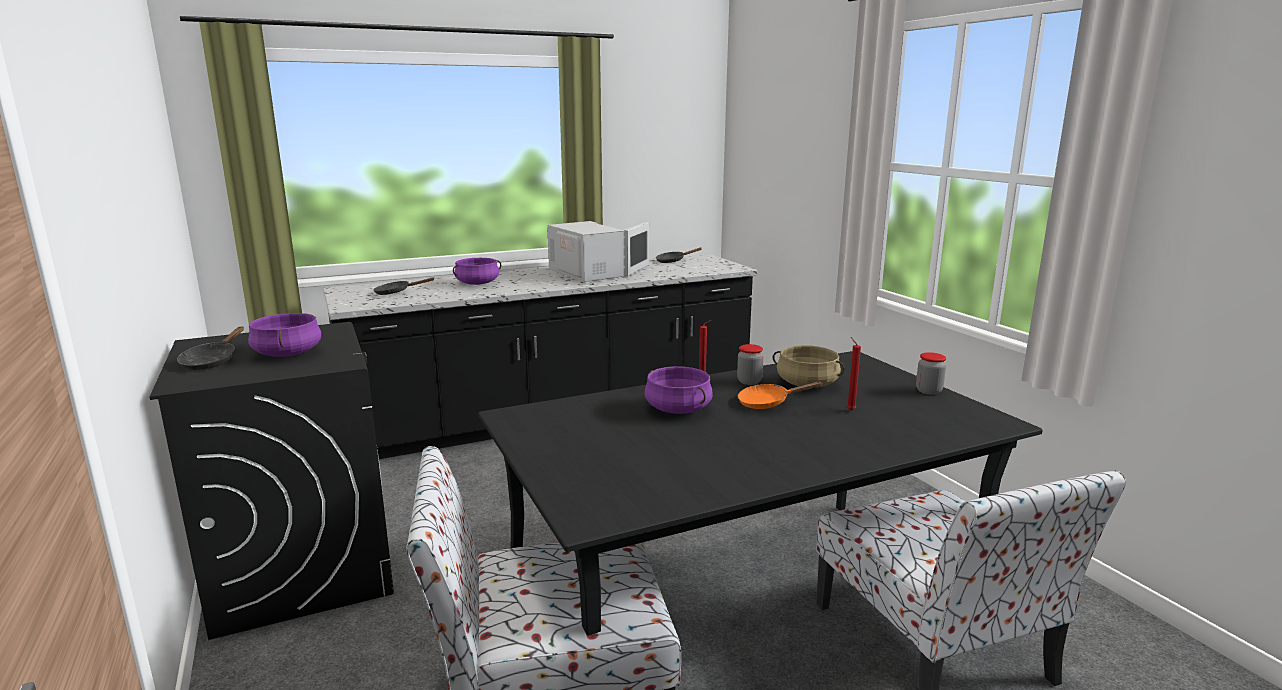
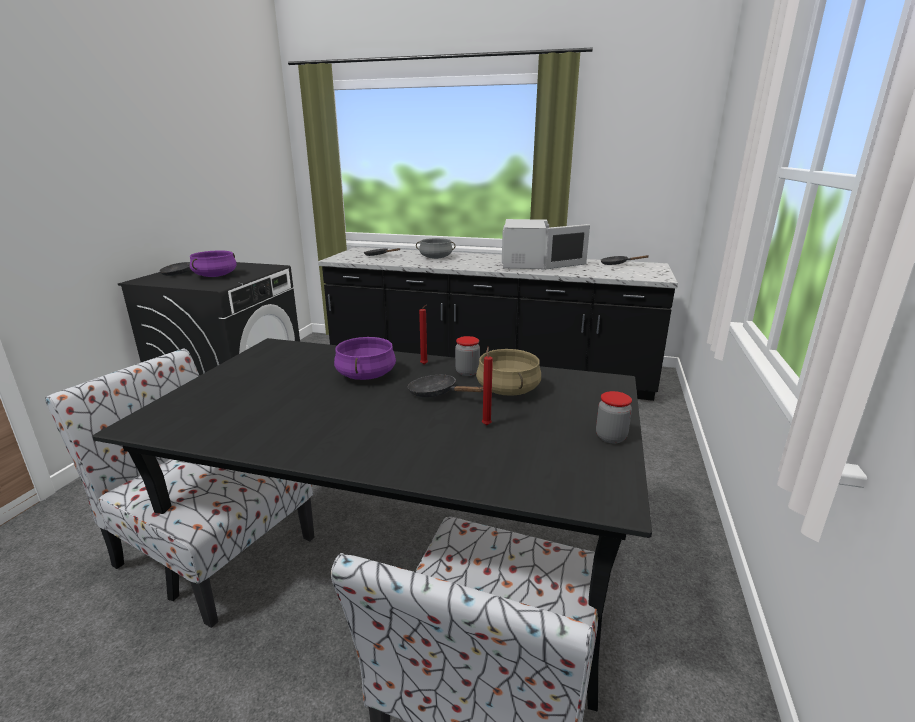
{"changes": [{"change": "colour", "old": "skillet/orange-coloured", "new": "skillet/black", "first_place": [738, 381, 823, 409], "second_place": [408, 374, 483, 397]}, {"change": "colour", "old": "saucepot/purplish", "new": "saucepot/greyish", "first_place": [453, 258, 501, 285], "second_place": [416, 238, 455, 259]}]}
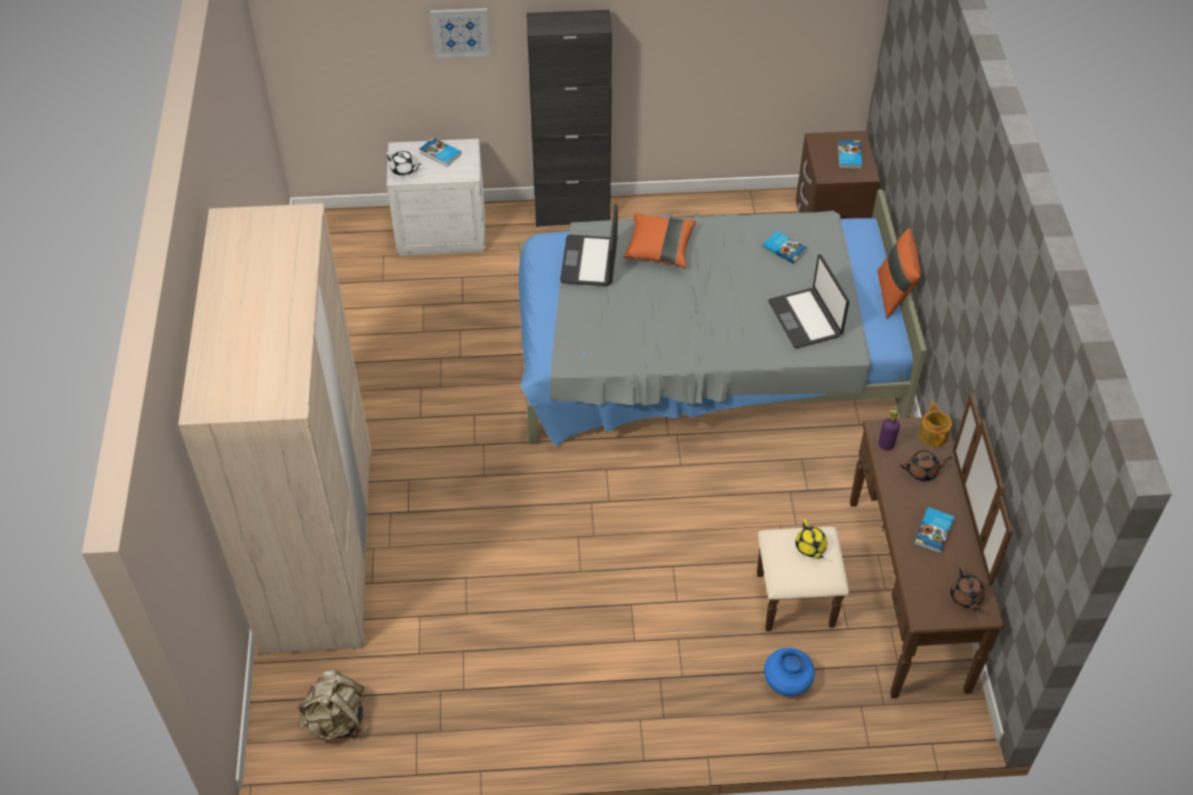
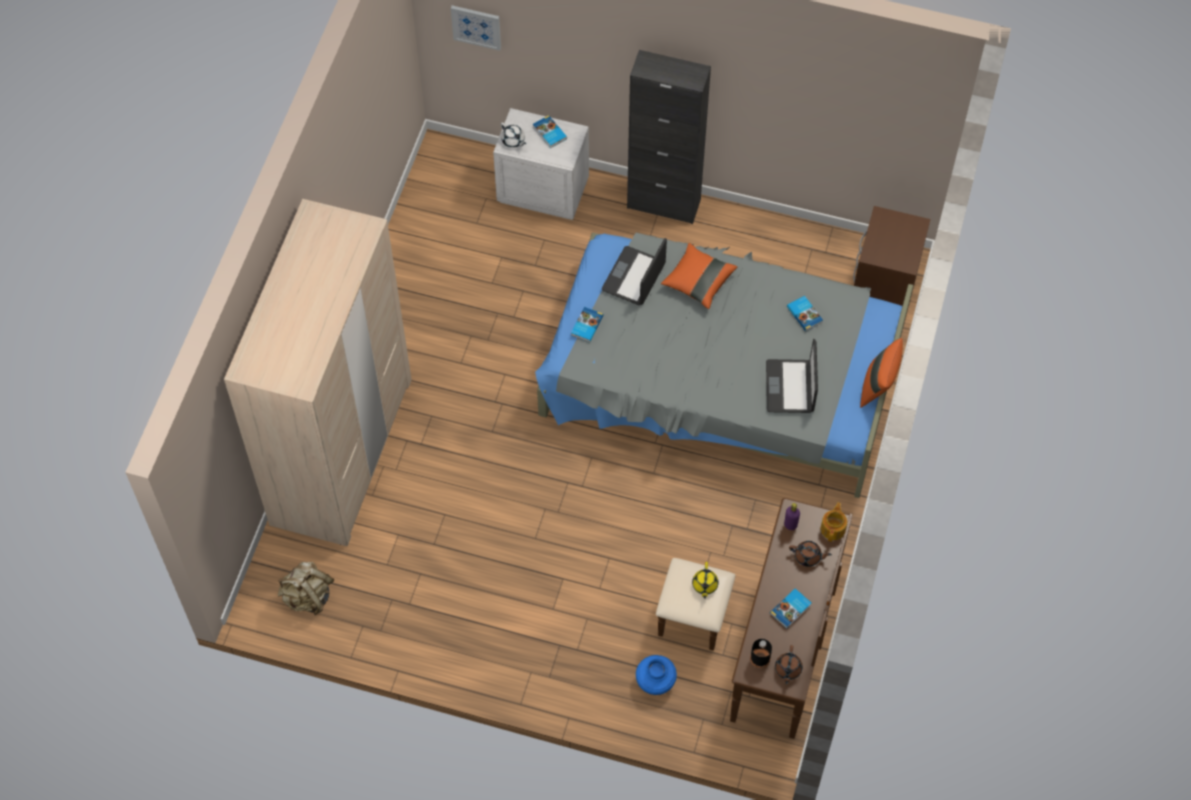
{"changes": [{"change": "relocated", "old": "wall picture", "first_place": [430, 8, 490, 59], "second_place": [451, 5, 501, 51]}, {"change": "relocated", "old": "volume", "first_place": [838, 140, 863, 169], "second_place": [571, 307, 604, 343]}, {"change": "appeared", "new": "bottle/black", "second_place": [750, 639, 772, 668]}]}
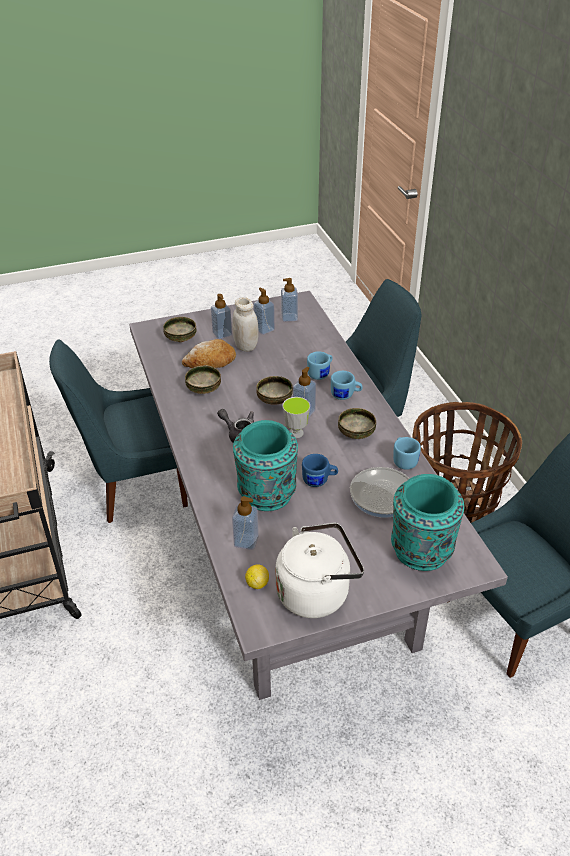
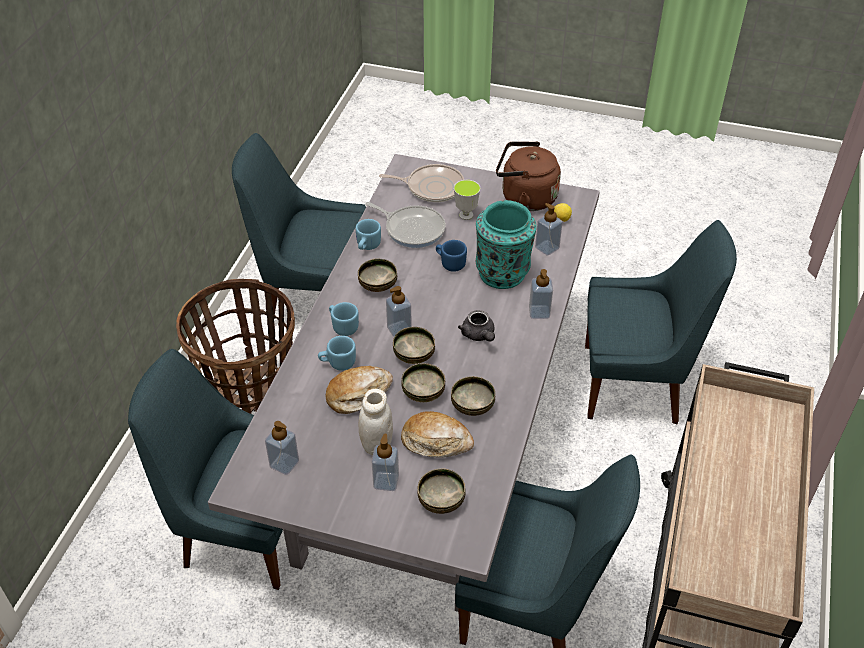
{"changes": [{"change": "appeared", "new": "baked bread", "second_place": [325, 366, 393, 414]}, {"change": "exchanged", "old": "vase/turquoise-coloured", "new": "skillet", "first_place": [391, 474, 464, 571], "second_place": [379, 164, 464, 202]}, {"change": "appeared", "new": "bowl", "second_place": [401, 363, 445, 402]}, {"change": "relocated", "old": "small cup", "first_place": [282, 397, 310, 438], "second_place": [454, 180, 481, 220]}, {"change": "colour", "old": "kettle/white", "new": "kettle/brown-coloured", "first_place": [275, 523, 364, 618], "second_place": [496, 141, 561, 211]}, {"change": "relocated", "old": "soap bottle", "first_place": [253, 287, 275, 335], "second_place": [529, 269, 553, 319]}, {"change": "appeared", "new": "upright chair/blue", "second_place": [585, 220, 737, 424]}]}
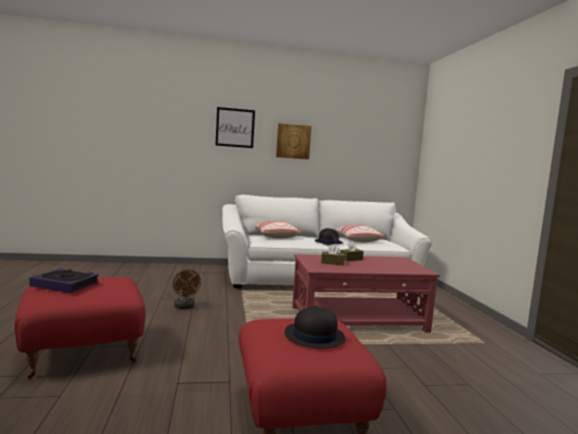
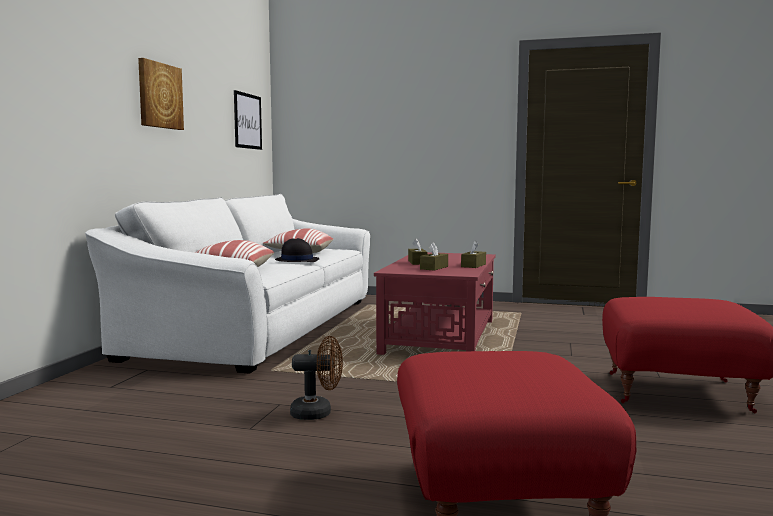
{"changes": [{"change": "relocated", "old": "wall picture", "first_place": [215, 107, 255, 148], "second_place": [234, 90, 262, 150]}, {"change": "appeared", "new": "box of tissues/brown-coloured", "second_place": [461, 241, 486, 268]}, {"change": "missing", "old": "volume", "first_place": [29, 269, 99, 293]}, {"change": "missing", "old": "clothing hat/black", "first_place": [285, 305, 346, 349]}]}
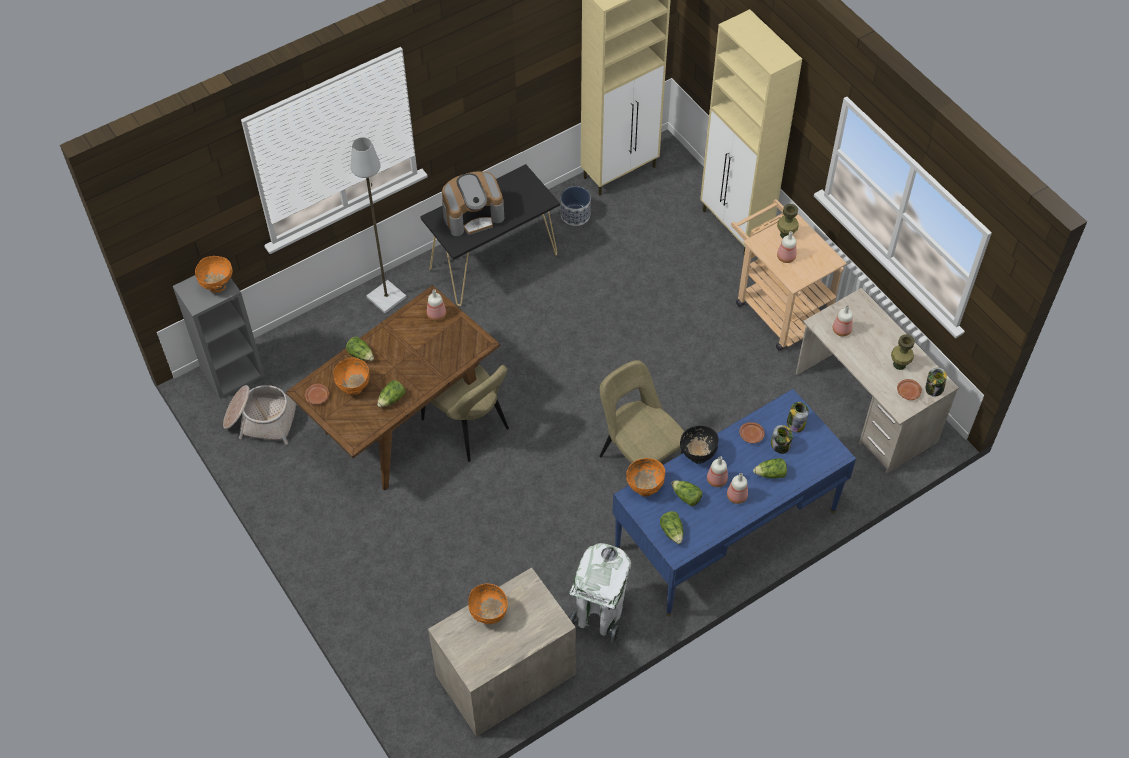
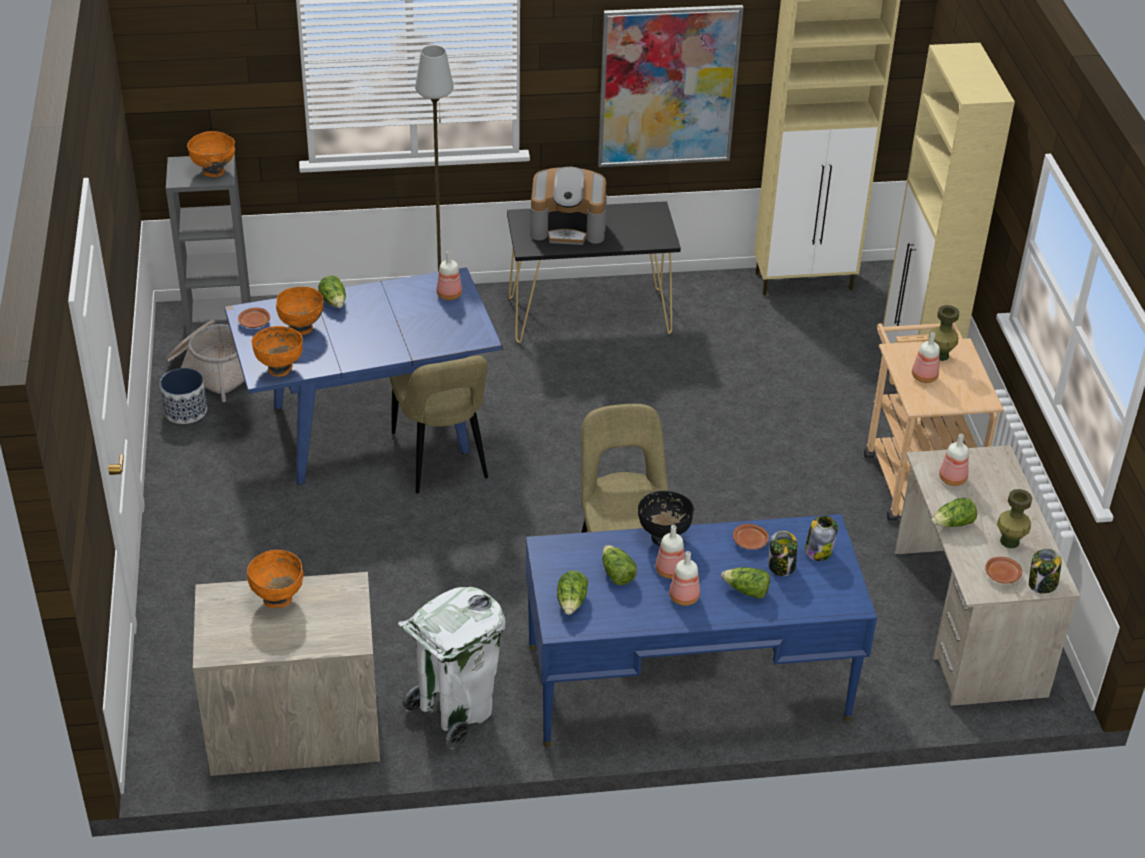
{"changes": [{"change": "relocated", "old": "plant pot", "first_place": [561, 186, 591, 226], "second_place": [160, 368, 207, 424]}, {"change": "colour", "old": "dinner table/brown-coloured", "new": "dinner table/blue", "first_place": [286, 285, 500, 490], "second_place": [224, 267, 502, 485]}, {"change": "relocated", "old": "bowl/orange-coloured", "first_place": [626, 458, 665, 496], "second_place": [251, 326, 303, 377]}, {"change": "appeared", "new": "wall picture", "second_place": [598, 5, 744, 167]}, {"change": "relocated", "old": "lettuce head", "first_place": [377, 380, 405, 407], "second_place": [932, 498, 977, 527]}]}
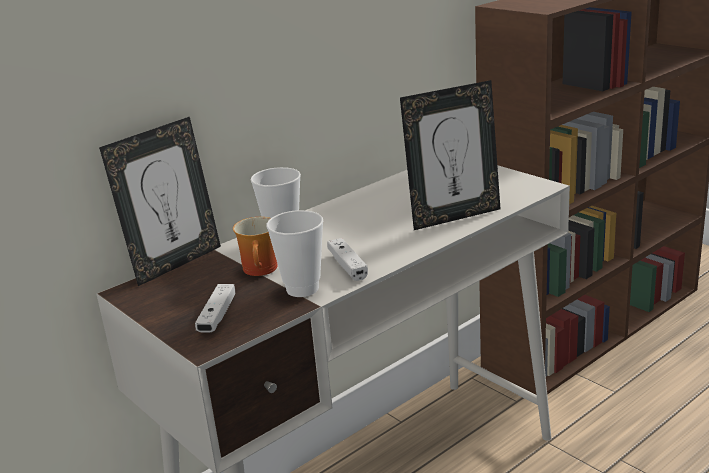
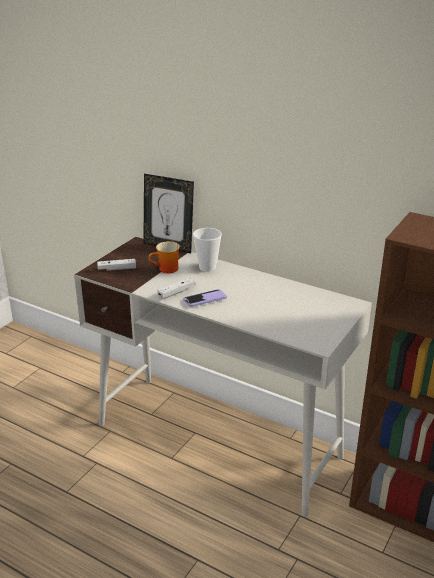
{"changes": [{"change": "appeared", "new": "handset", "second_place": [183, 289, 227, 307]}, {"change": "missing", "old": "small cup", "first_place": [266, 210, 323, 297]}, {"change": "missing", "old": "standing frame", "first_place": [400, 80, 501, 230]}]}
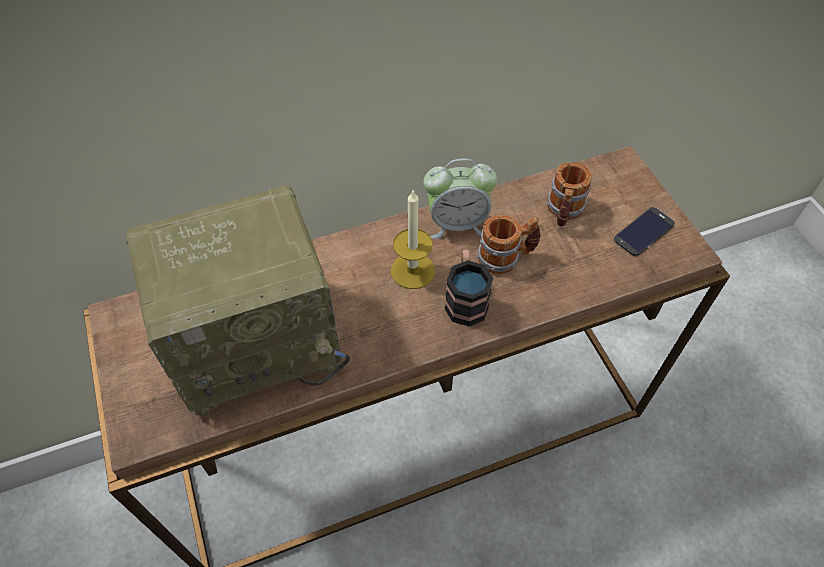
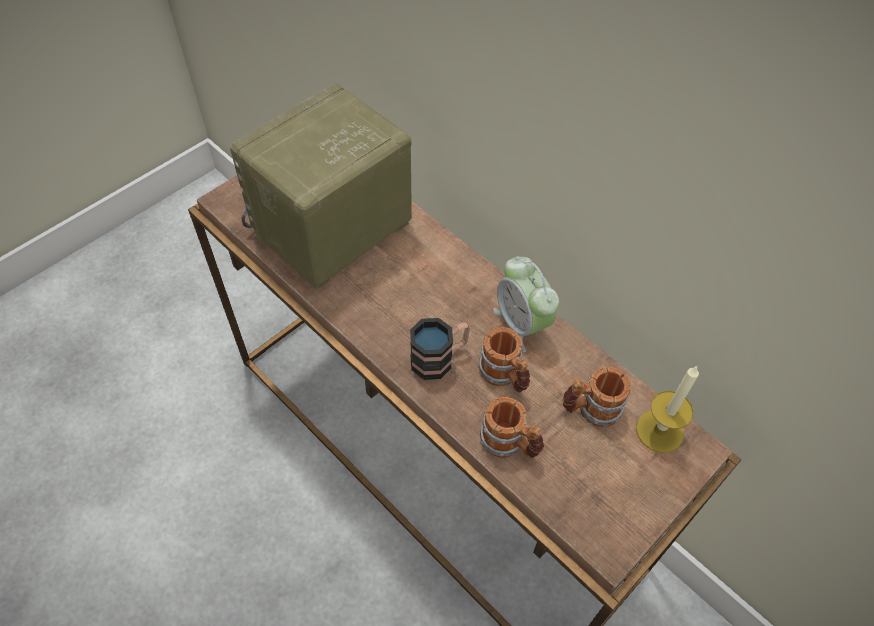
{"changes": [{"change": "spun", "old": "radio", "first_place": [126, 185, 350, 415], "second_place": [230, 83, 412, 290], "degrees": 90}, {"change": "appeared", "new": "coffee mug", "second_place": [480, 397, 544, 458]}, {"change": "relocated", "old": "candle", "first_place": [391, 189, 435, 289], "second_place": [636, 366, 699, 453]}, {"change": "missing", "old": "handset", "first_place": [614, 207, 675, 256]}]}
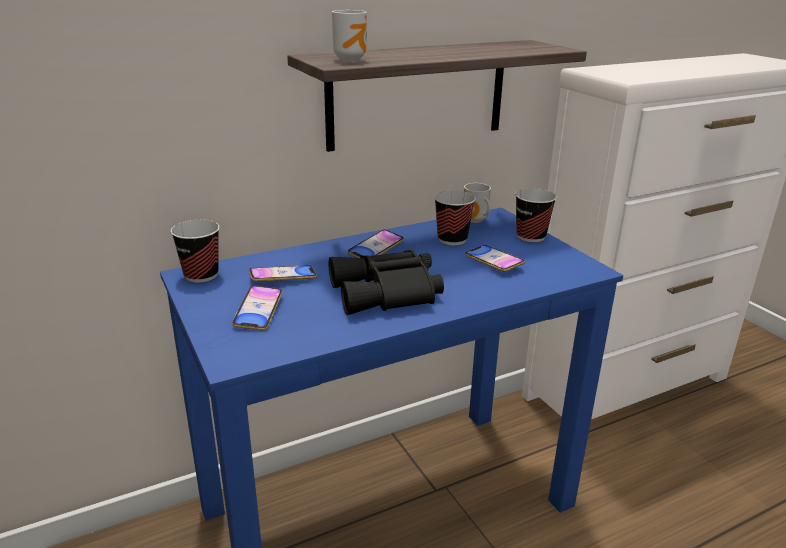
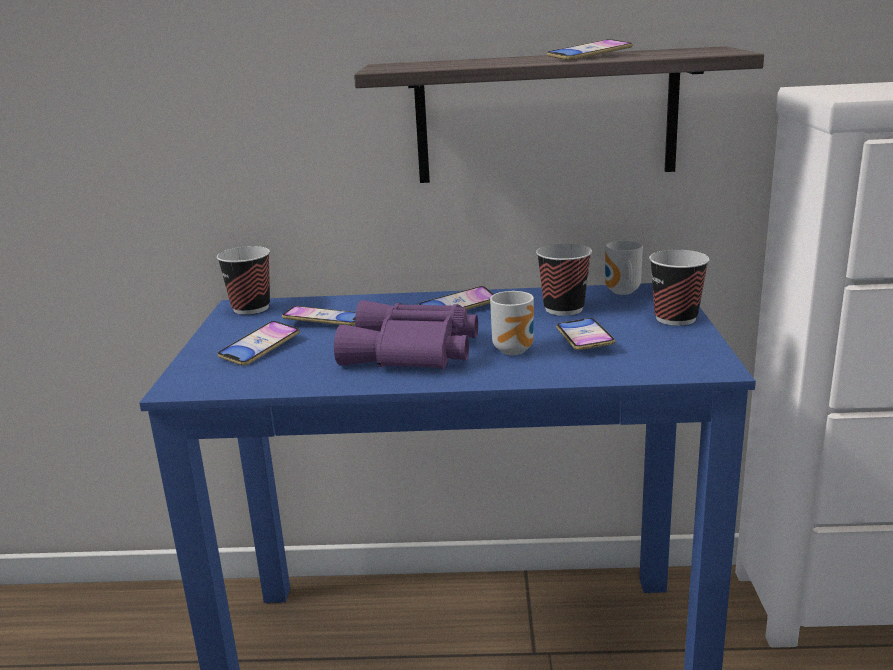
{"changes": [{"change": "colour", "old": "pair of binoculars/black", "new": "pair of binoculars/purplish", "first_place": [329, 250, 444, 315], "second_place": [334, 300, 478, 369]}, {"change": "relocated", "old": "coffee mug", "first_place": [332, 10, 367, 61], "second_place": [490, 291, 534, 355]}, {"change": "appeared", "new": "handset", "second_place": [547, 39, 633, 60]}]}
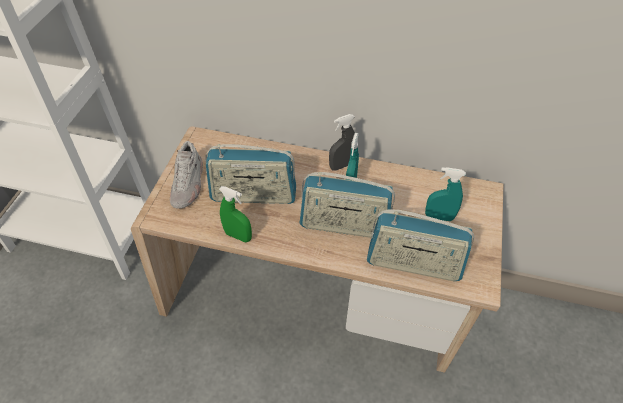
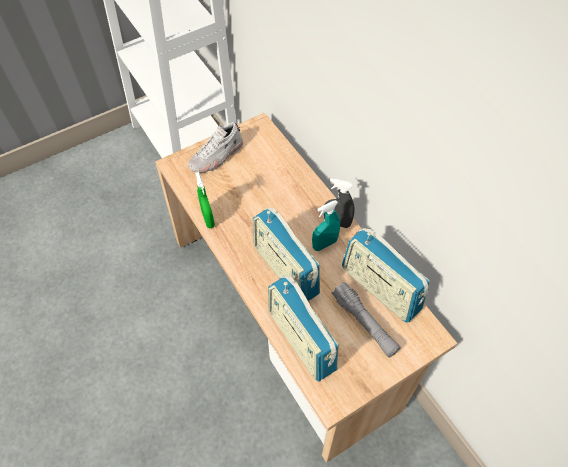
{"changes": [{"change": "exchanged", "old": "sprayer/turquoise-coloured", "new": "torch/greyish", "first_place": [425, 167, 466, 221], "second_place": [332, 282, 401, 358]}, {"change": "relocated", "old": "radio", "first_place": [205, 144, 296, 204], "second_place": [342, 228, 430, 322]}]}
